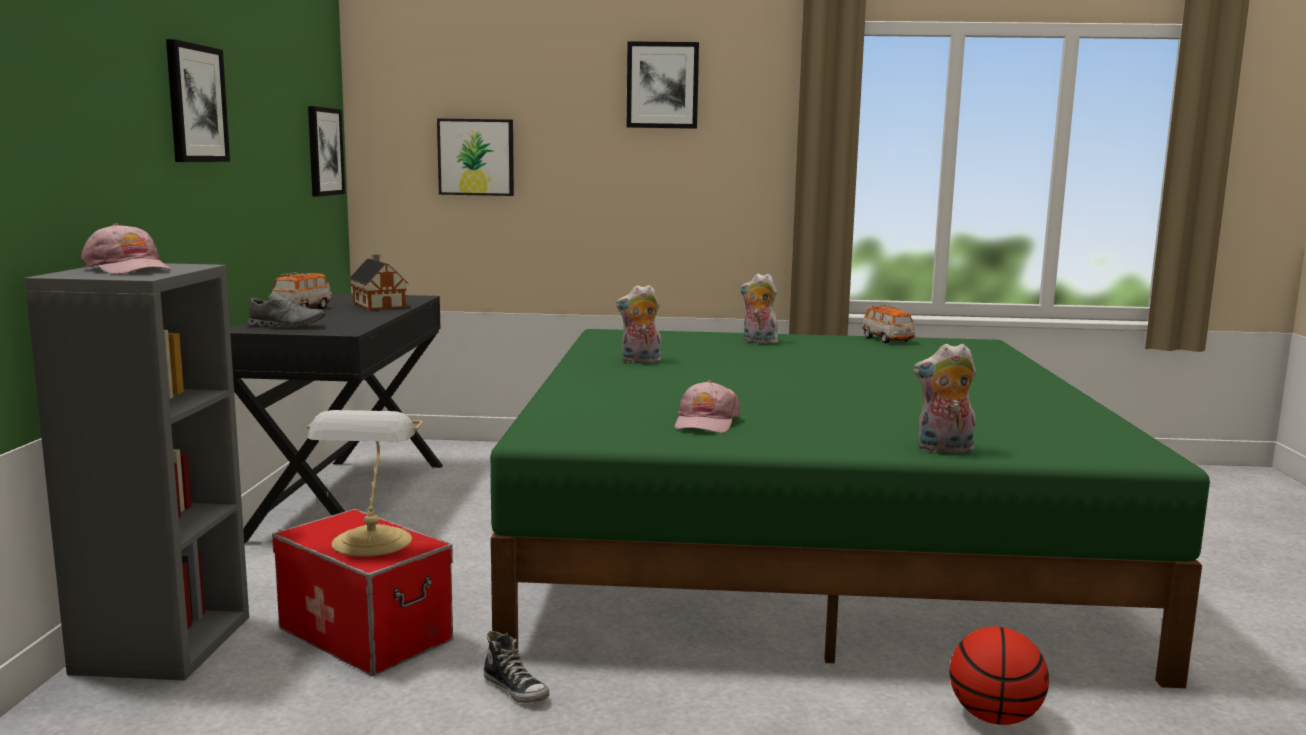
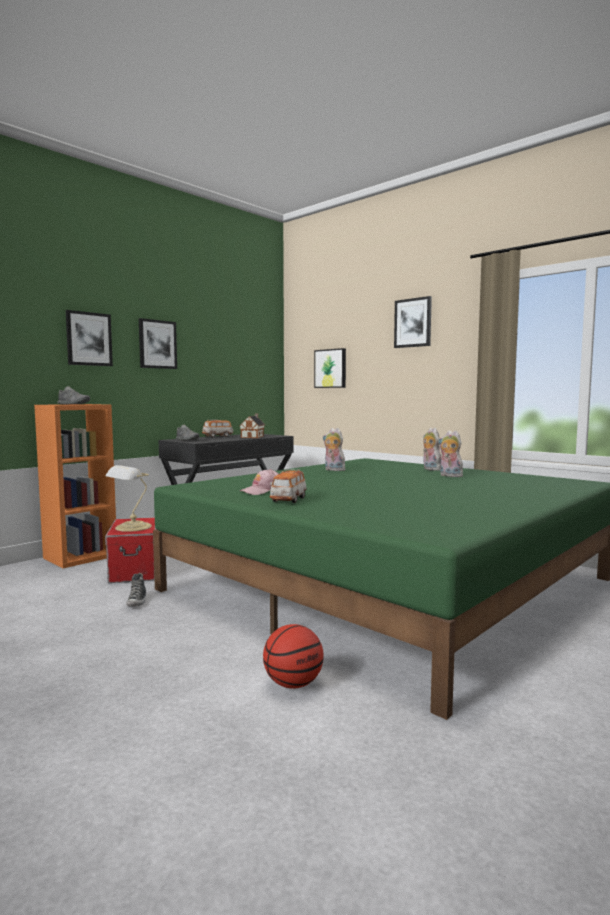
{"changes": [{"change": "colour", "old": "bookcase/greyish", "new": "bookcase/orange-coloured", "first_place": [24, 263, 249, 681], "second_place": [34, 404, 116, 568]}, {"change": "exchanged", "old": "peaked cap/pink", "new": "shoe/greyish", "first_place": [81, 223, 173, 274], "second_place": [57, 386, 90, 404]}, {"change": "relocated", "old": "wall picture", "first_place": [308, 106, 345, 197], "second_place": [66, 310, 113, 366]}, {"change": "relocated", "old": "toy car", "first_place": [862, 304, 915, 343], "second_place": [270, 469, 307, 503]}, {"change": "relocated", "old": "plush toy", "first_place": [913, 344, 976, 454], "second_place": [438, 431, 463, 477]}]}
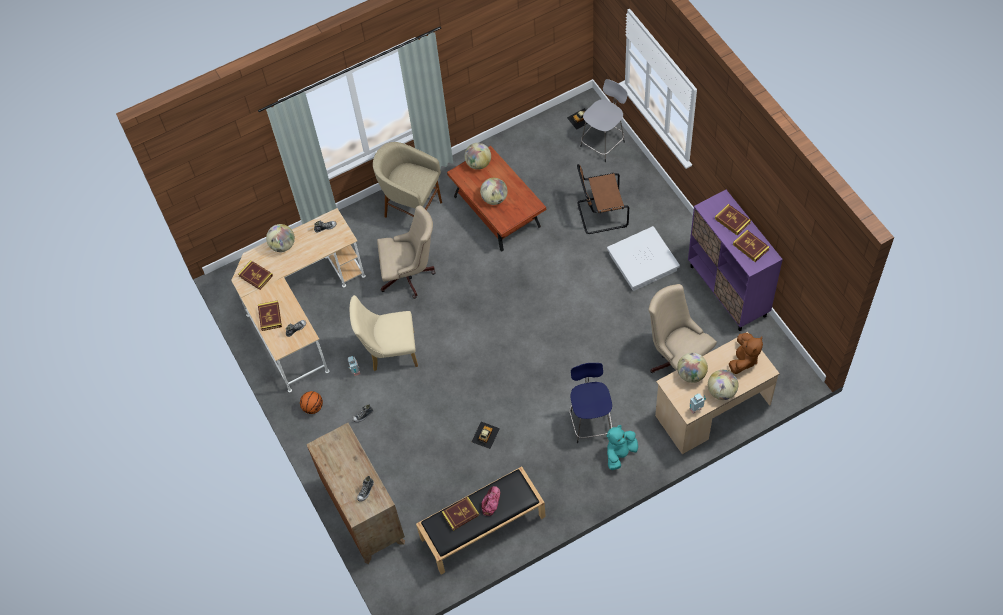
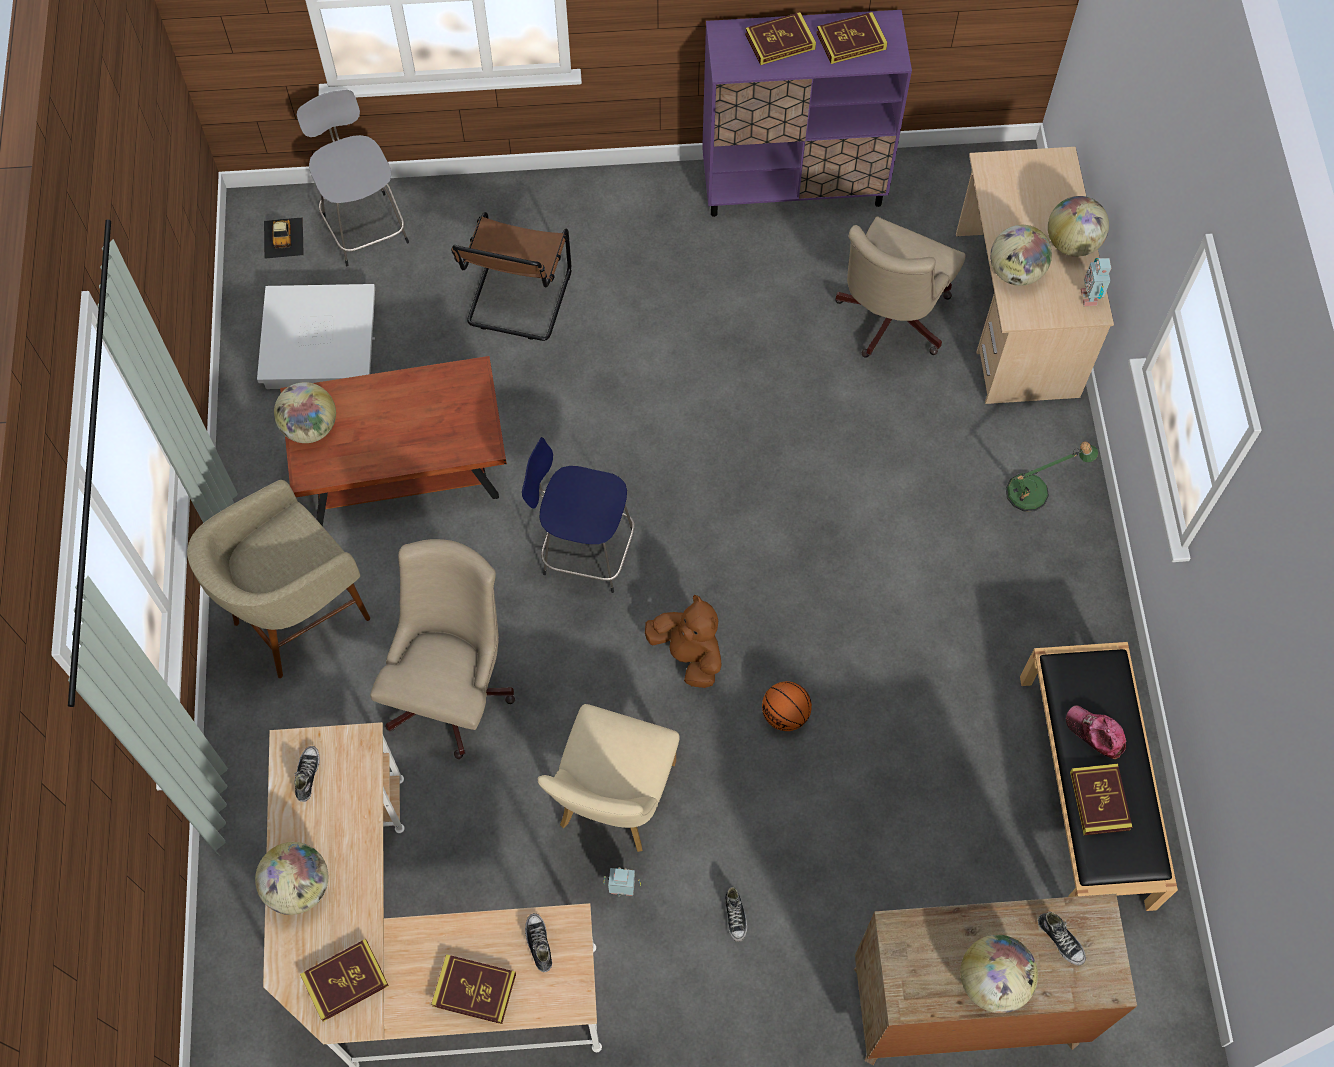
{"changes": [{"change": "relocated", "old": "storage box/white", "first_place": [607, 226, 680, 291], "second_place": [257, 284, 375, 389]}, {"change": "relocated", "old": "sitting stool/blue", "first_place": [570, 363, 612, 443], "second_place": [522, 437, 635, 593]}, {"change": "relocated", "old": "plush toy/brown-coloured", "first_place": [729, 333, 763, 374], "second_place": [645, 595, 722, 688]}, {"change": "relocated", "old": "basketball ball", "first_place": [300, 391, 323, 414], "second_place": [762, 681, 812, 731]}, {"change": "spun", "old": "office chair/beige-coloured", "first_place": [648, 284, 717, 373], "second_place": [835, 217, 965, 358], "degrees": -45}, {"change": "relocated", "old": "world globe", "first_place": [480, 178, 508, 205], "second_place": [960, 935, 1038, 1013]}, {"change": "exchanged", "old": "plush toy/turquoise-coloured", "new": "tabletop lamp", "first_place": [607, 425, 638, 470], "second_place": [1006, 441, 1098, 512]}, {"change": "missing", "old": "toy car", "first_place": [471, 422, 500, 449]}]}
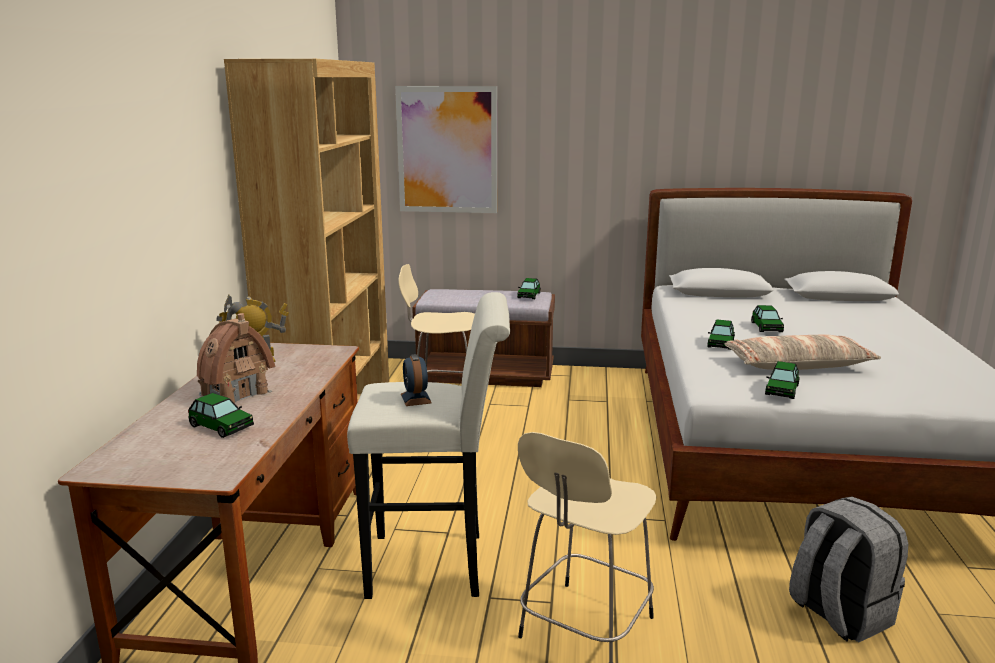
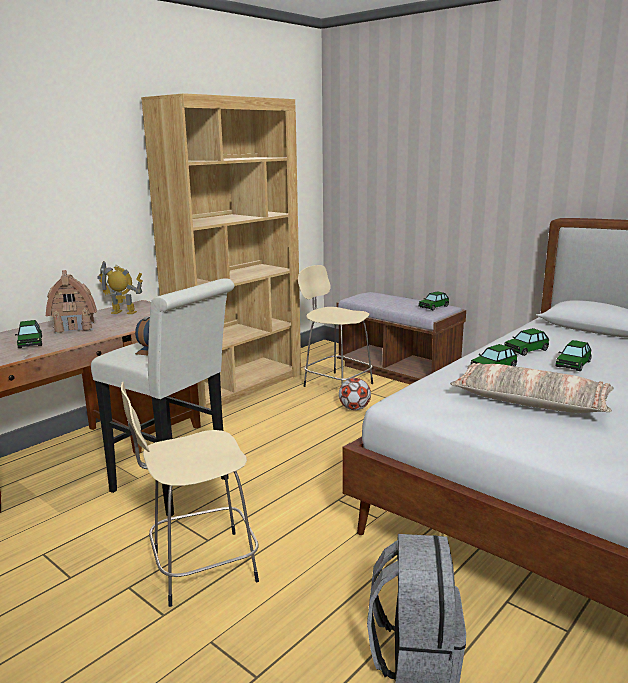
{"changes": [{"change": "appeared", "new": "football ball", "second_place": [339, 378, 371, 410]}, {"change": "relocated", "old": "toy car", "first_place": [765, 361, 800, 399], "second_place": [505, 328, 549, 356]}, {"change": "missing", "old": "wall picture", "first_place": [395, 86, 497, 213]}]}
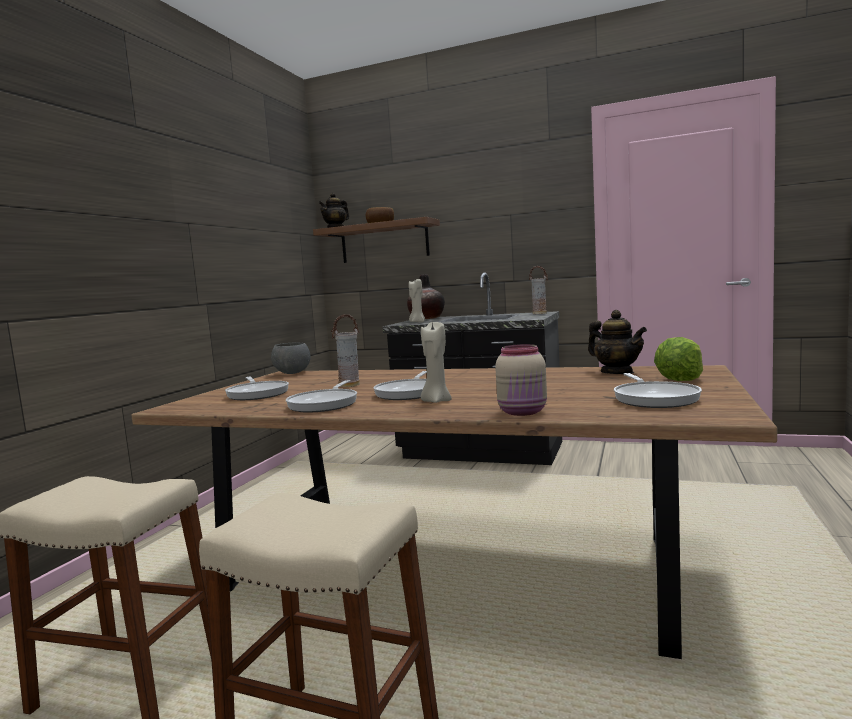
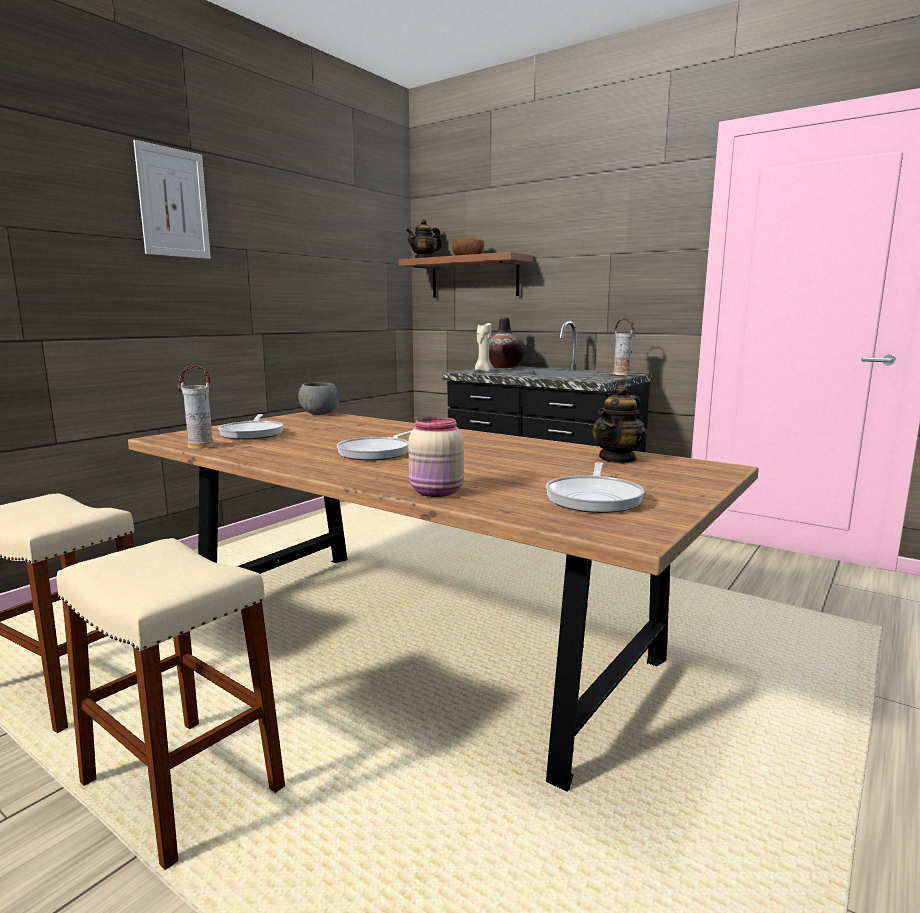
{"changes": [{"change": "appeared", "new": "wall picture", "second_place": [133, 140, 211, 259]}, {"change": "relocated", "old": "vase", "first_place": [331, 314, 360, 387], "second_place": [177, 365, 213, 449]}, {"change": "spun", "old": "tea pot", "first_place": [588, 310, 647, 374], "second_place": [592, 385, 647, 464], "degrees": 60}, {"change": "missing", "old": "skillet", "first_place": [286, 380, 357, 413]}, {"change": "missing", "old": "candle/beige-coloured", "first_place": [421, 322, 452, 403]}, {"change": "missing", "old": "lettuce head", "first_place": [654, 337, 703, 381]}]}
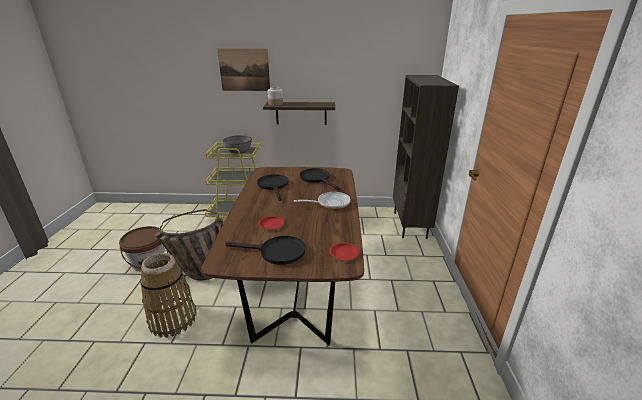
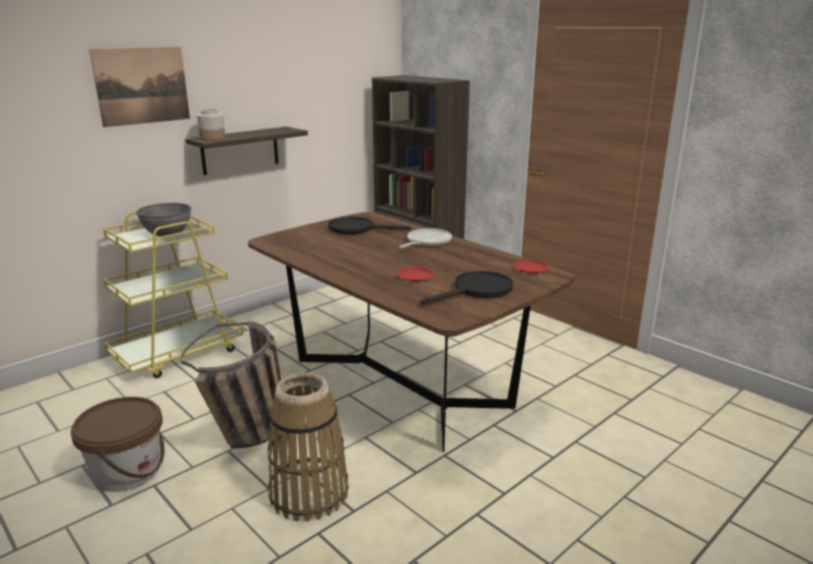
{"changes": [{"change": "missing", "old": "skillet/black", "first_place": [257, 174, 289, 201]}]}
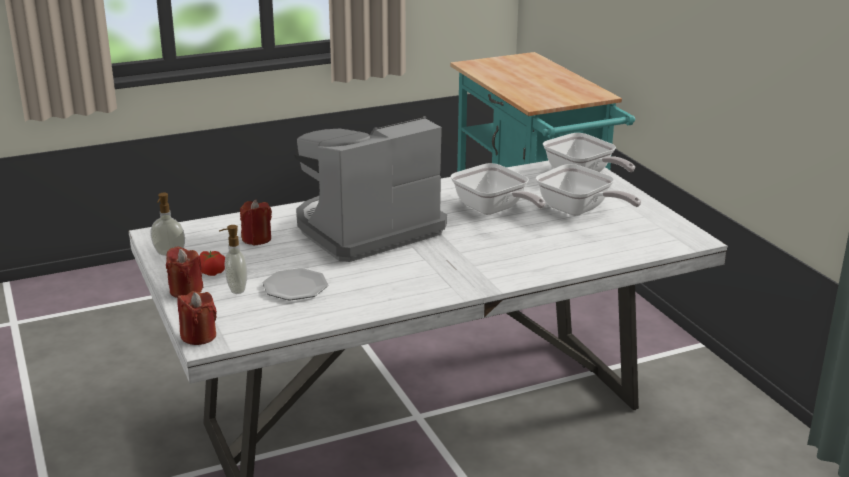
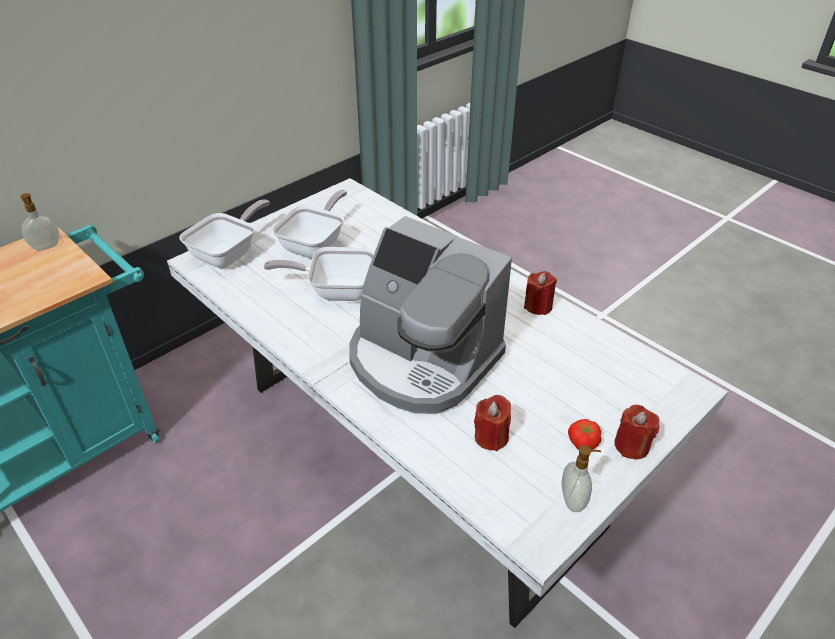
{"changes": [{"change": "relocated", "old": "soap bottle", "first_place": [219, 225, 247, 294], "second_place": [20, 193, 59, 250]}, {"change": "spun", "old": "skillet", "first_place": [451, 163, 545, 215], "second_place": [264, 247, 375, 301], "degrees": -120}, {"change": "relocated", "old": "candle/red", "first_place": [177, 291, 217, 345], "second_place": [524, 271, 557, 315]}, {"change": "missing", "old": "plate", "first_place": [263, 268, 328, 300]}]}
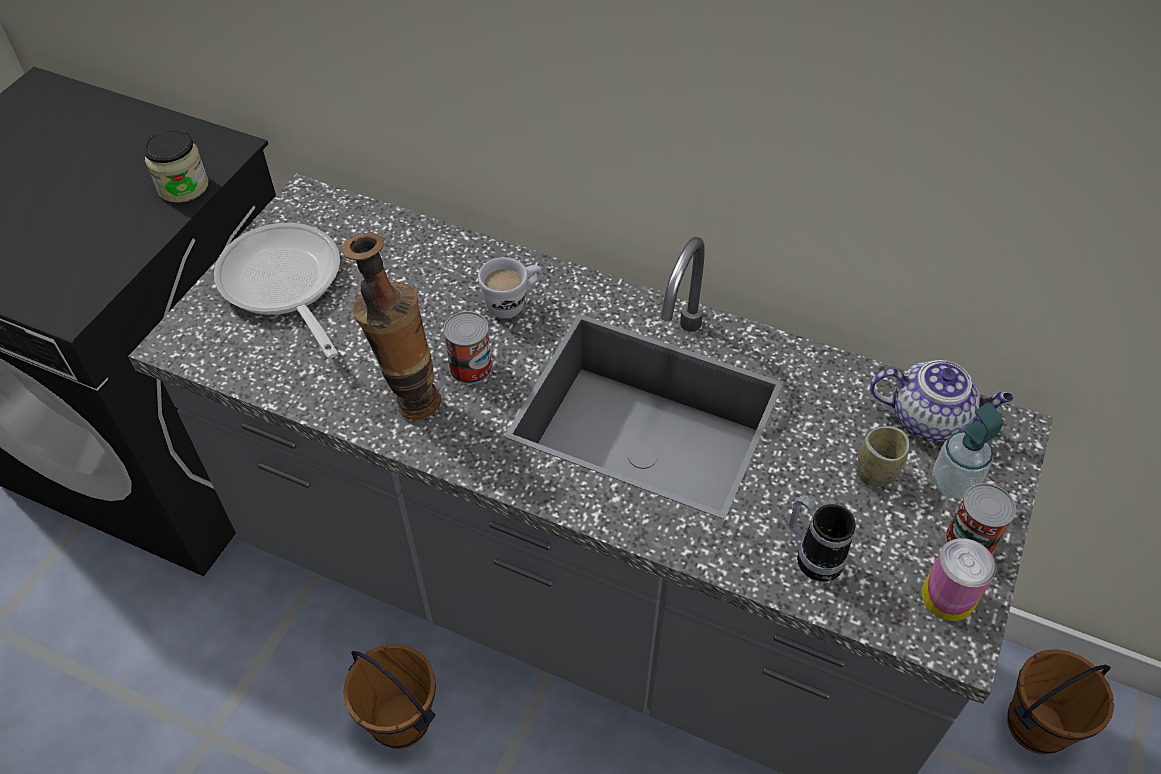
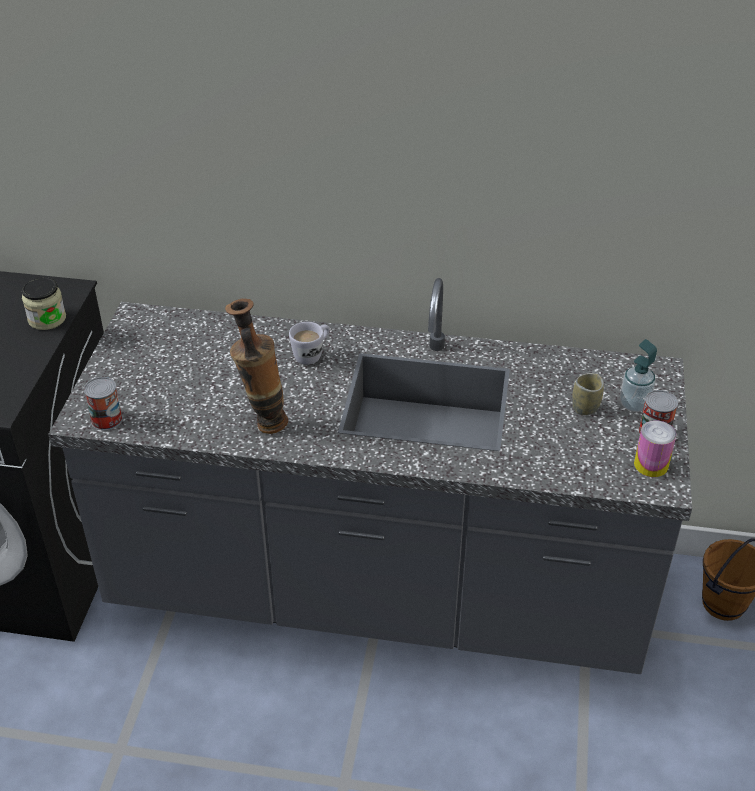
{"changes": [{"change": "relocated", "old": "can", "first_place": [443, 311, 492, 384], "second_place": [84, 377, 123, 430]}, {"change": "missing", "old": "skillet", "first_place": [214, 223, 340, 358]}, {"change": "missing", "old": "bucket/brown-coloured", "first_place": [343, 644, 436, 749]}, {"change": "missing", "old": "coffee mug", "first_place": [789, 495, 856, 582]}, {"change": "missing", "old": "tea pot", "first_place": [870, 360, 1013, 442]}]}
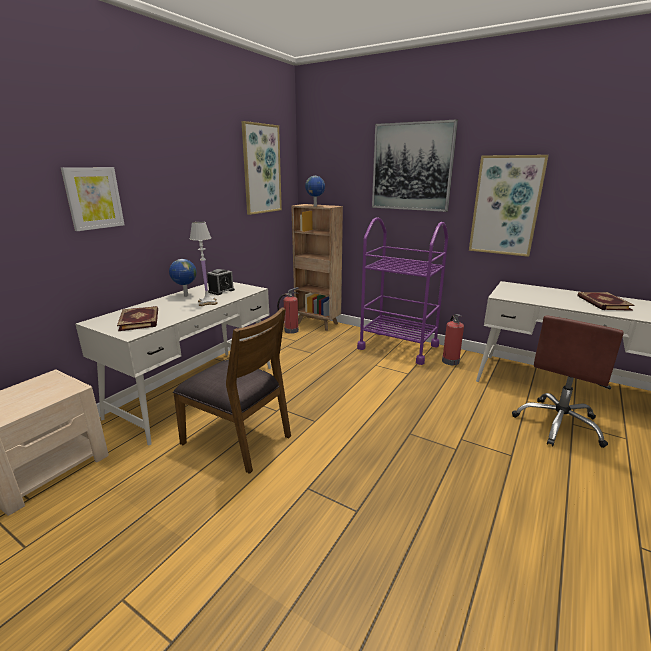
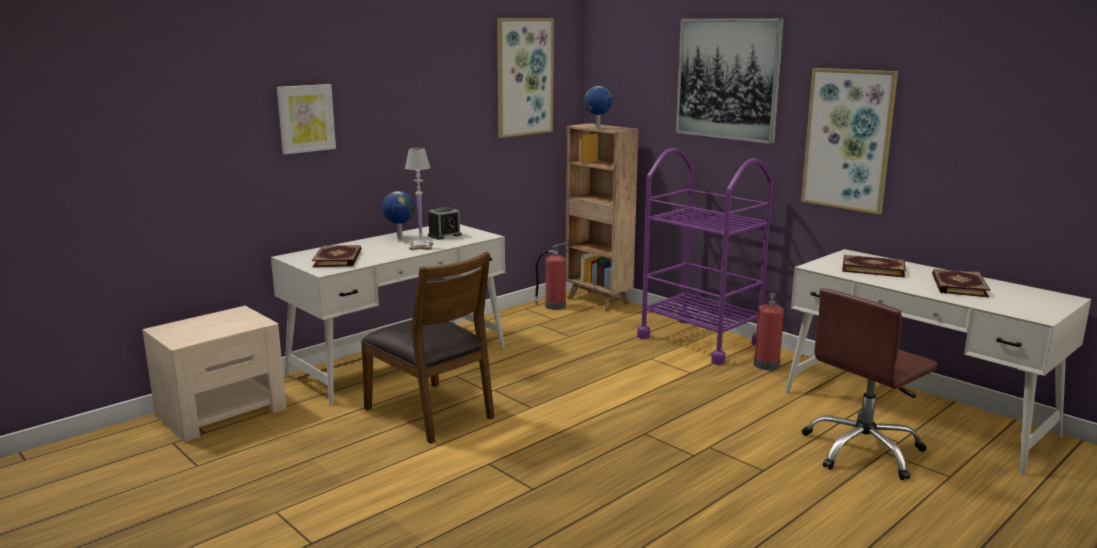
{"changes": [{"change": "appeared", "new": "volume", "second_place": [842, 255, 906, 278]}]}
